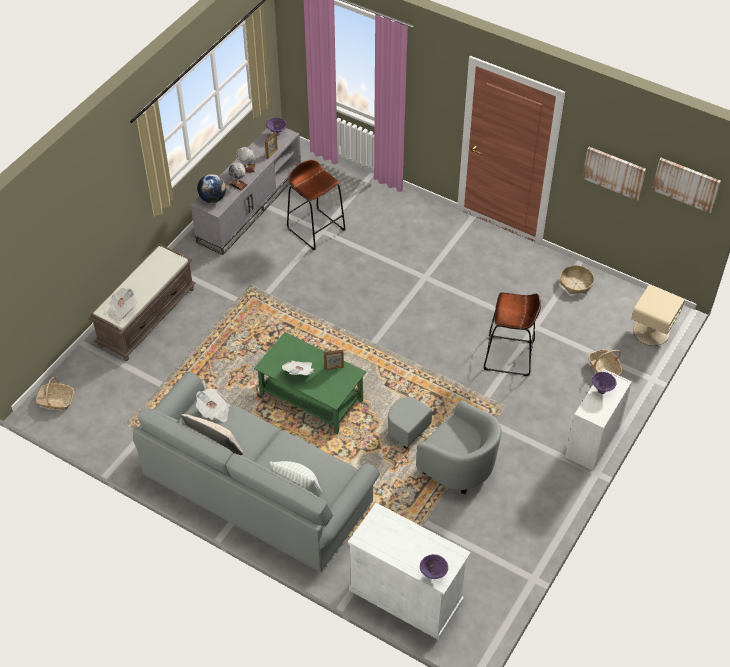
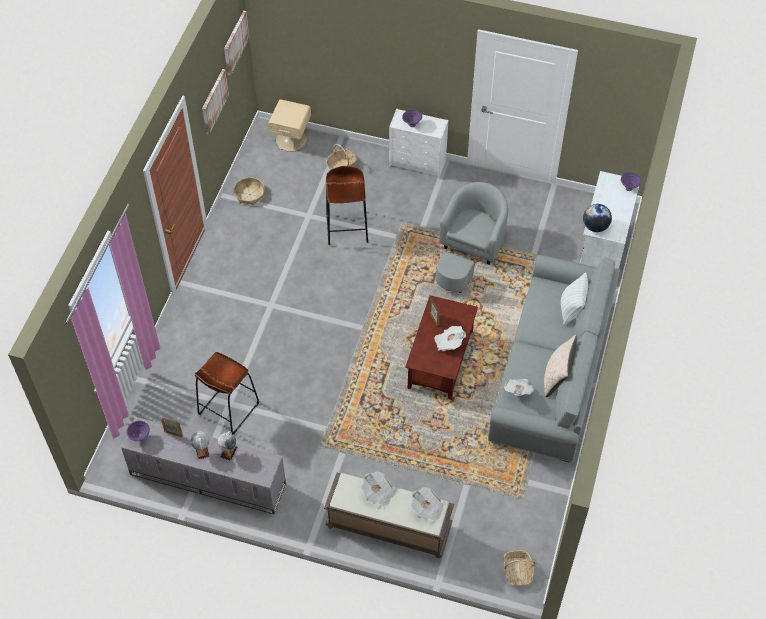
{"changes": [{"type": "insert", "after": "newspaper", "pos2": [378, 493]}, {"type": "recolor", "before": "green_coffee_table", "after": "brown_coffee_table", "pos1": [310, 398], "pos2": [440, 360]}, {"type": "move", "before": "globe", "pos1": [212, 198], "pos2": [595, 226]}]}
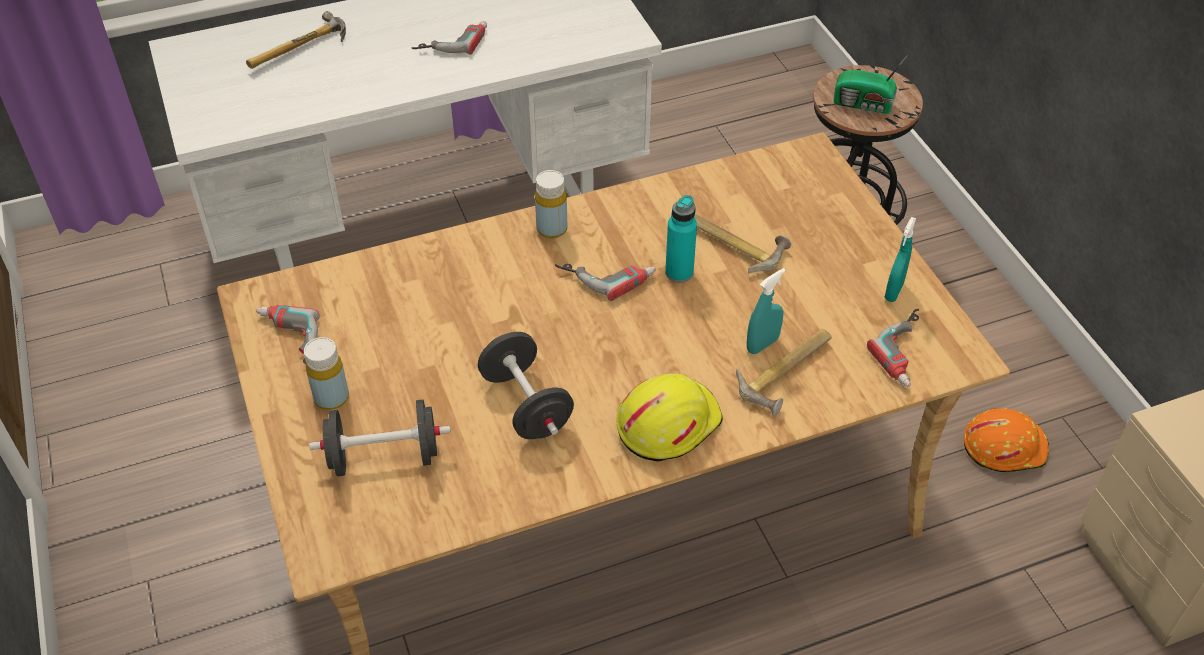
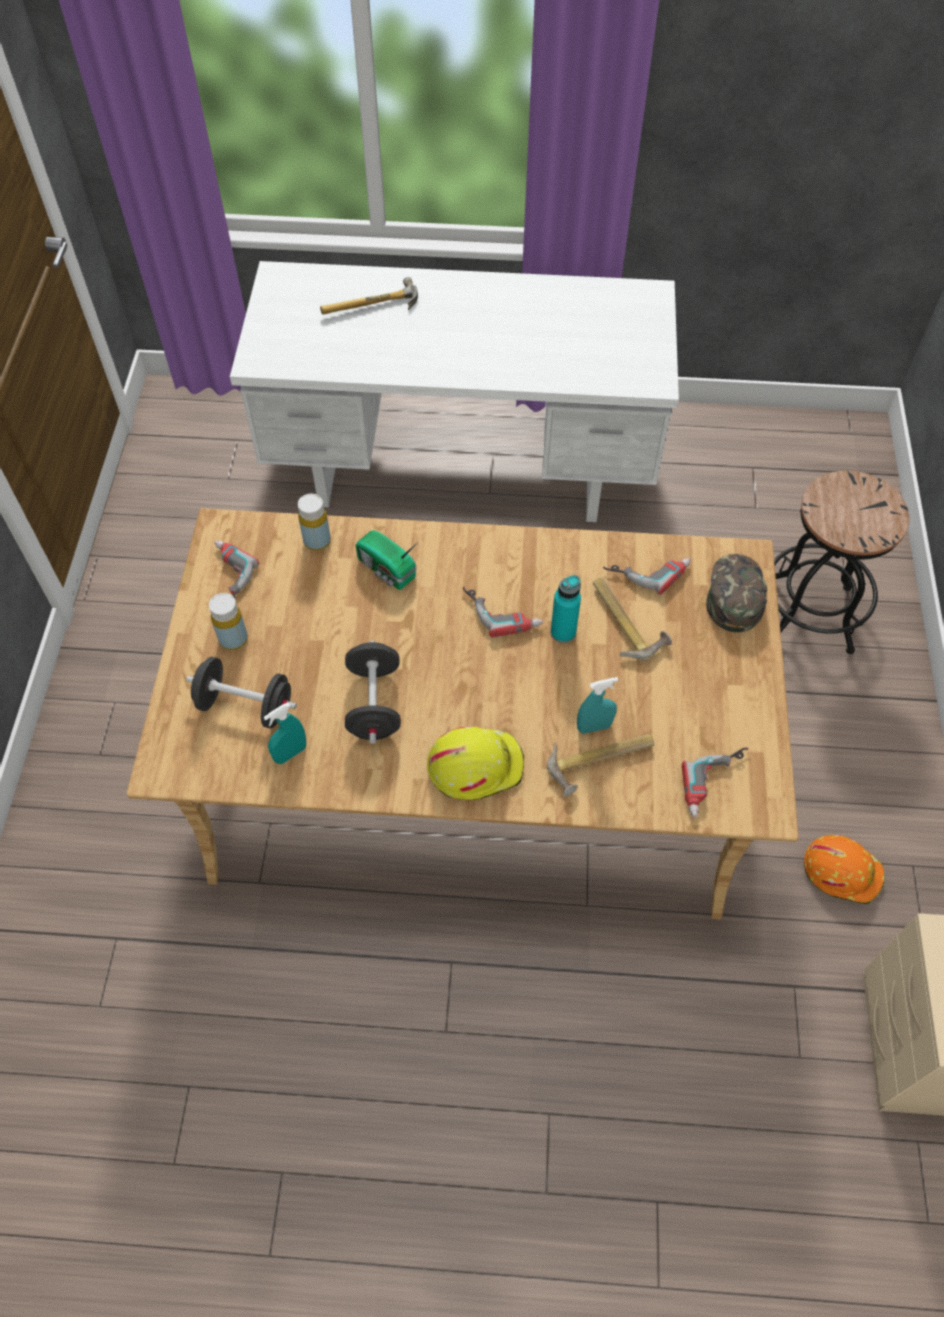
{"changes": [{"type": "move", "before": "turquoise_spray_bottle", "pos1": [893, 291], "pos2": [290, 753]}, {"type": "move", "before": "yellow_bottle", "pos1": [552, 229], "pos2": [317, 541]}, {"type": "move", "before": "radio", "pos1": [864, 104], "pos2": [387, 570]}, {"type": "move", "before": "power_drill", "pos1": [451, 40], "pos2": [647, 568]}, {"type": "insert", "after": "green_cap", "pos2": [734, 594]}]}
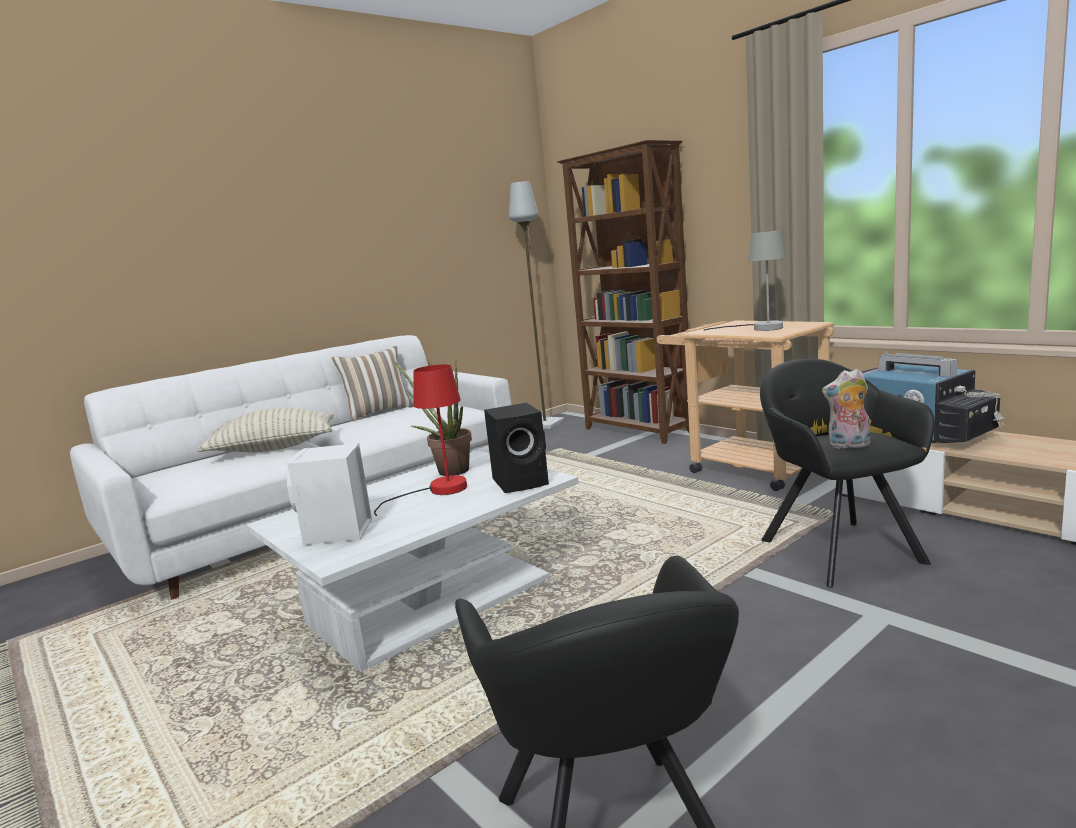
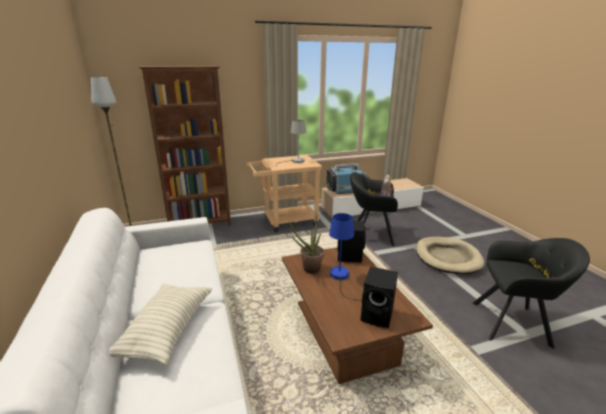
{"changes": [{"type": "recolor", "before": "white_coffee_table", "after": "brown_coffee_table", "pos1": [431, 601], "pos2": [343, 331]}, {"type": "recolor", "before": "red_table_lamp", "after": "blue_table_lamp", "pos1": [437, 491], "pos2": [340, 278]}, {"type": "recolor", "before": "white_speaker", "after": "black_speaker", "pos1": [337, 533], "pos2": [378, 315]}, {"type": "insert", "after": "beige_dog_bed", "pos2": [447, 257]}, {"type": "delete", "before": "pillow", "pos1": [378, 412]}]}
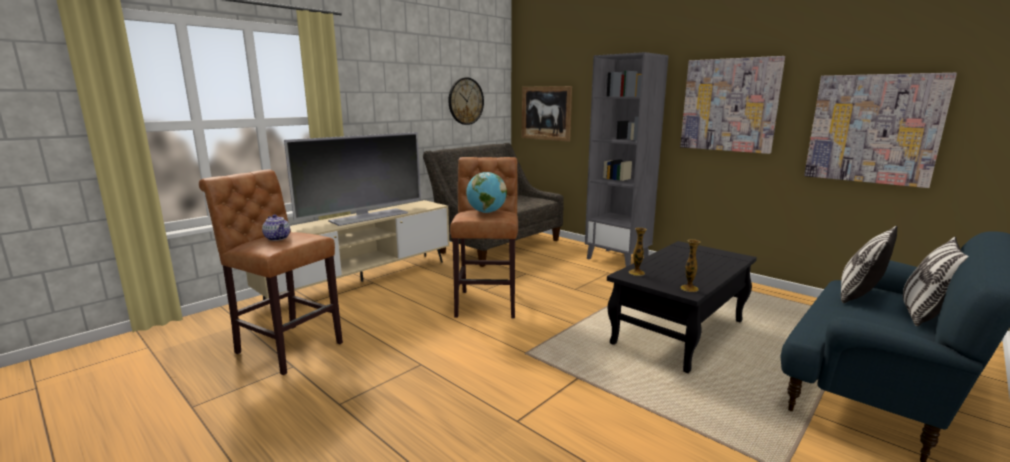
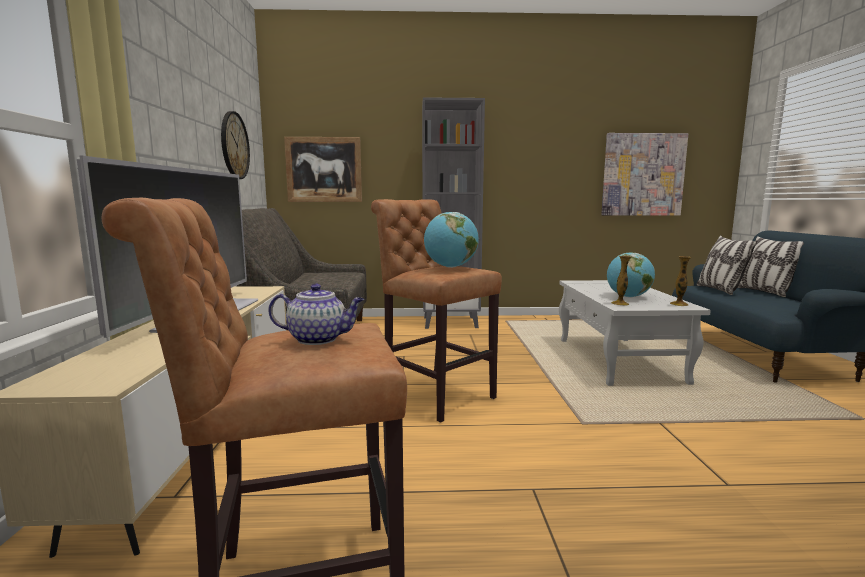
{"changes": [{"type": "recolor", "before": "black_coffee_table", "after": "white_coffee_table", "pos1": [678, 332], "pos2": [618, 360]}, {"type": "insert", "after": "globe", "pos2": [628, 297]}, {"type": "delete", "before": "picture", "pos1": [729, 105]}]}
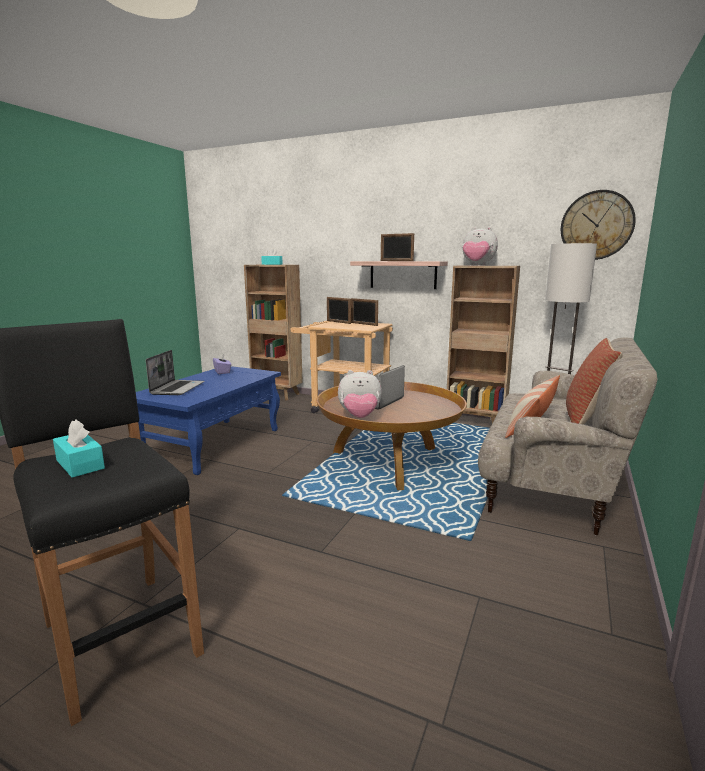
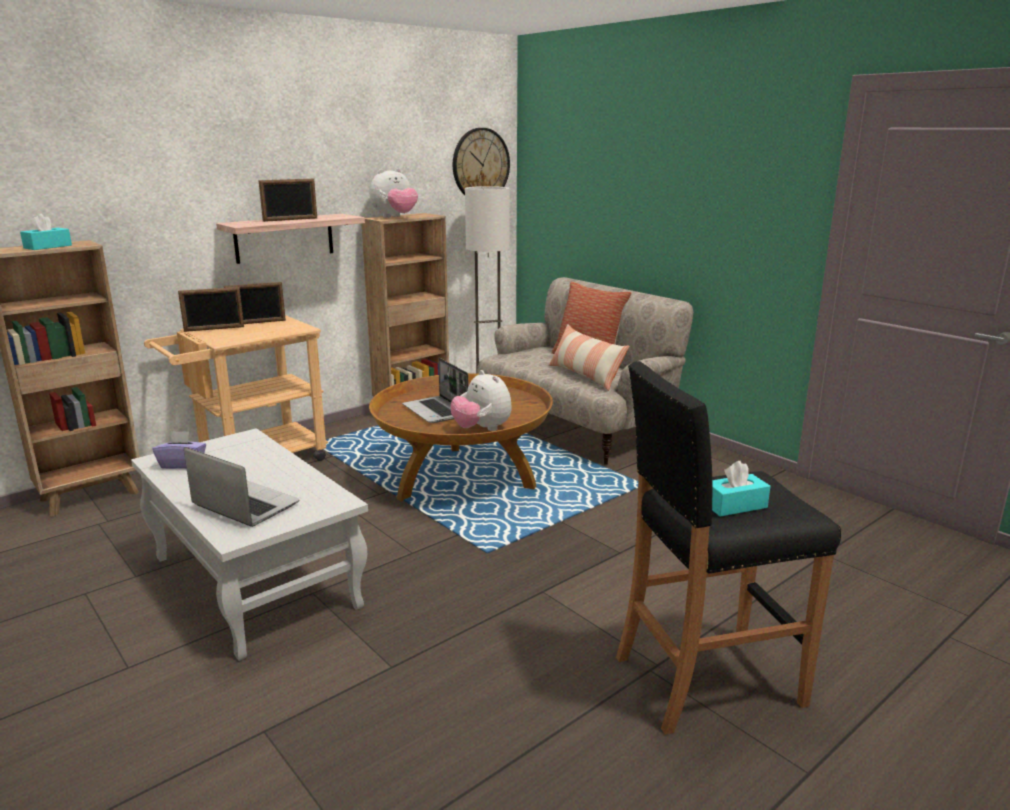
{"changes": [{"type": "recolor", "before": "blue_coffee_table", "after": "white_coffee_table", "pos1": [214, 444], "pos2": [254, 581]}, {"type": "rotate", "before": "plush_toy", "pos1": [359, 417], "pos2": [482, 429], "turn": 120}]}
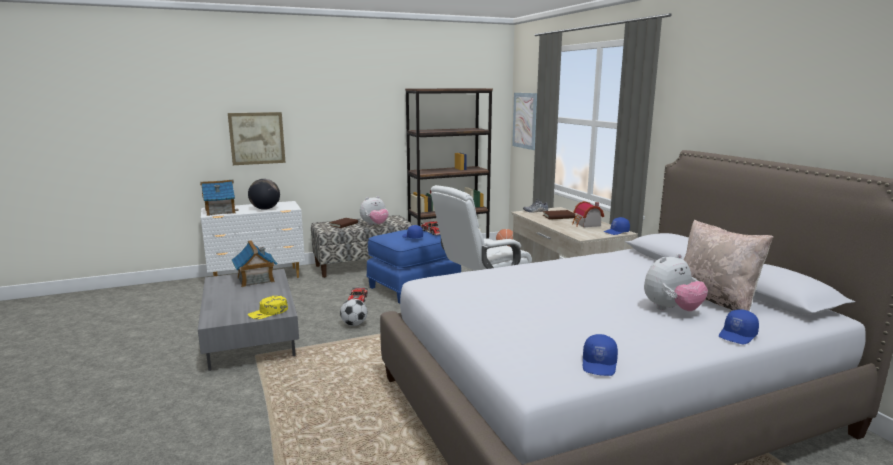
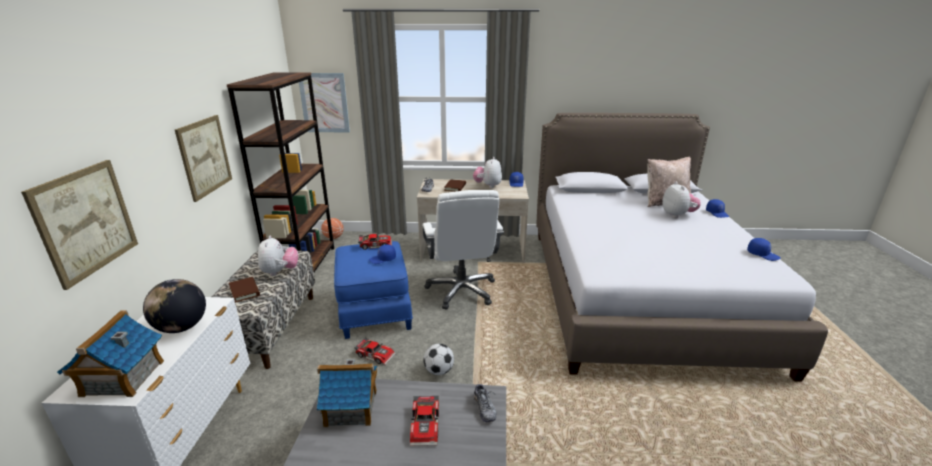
{"changes": [{"type": "insert", "after": "picture", "pos2": [205, 156]}, {"type": "insert", "after": "toy_car", "pos2": [427, 425]}, {"type": "replace", "before": "toy_house", "after": "plush_toy", "pos1": [586, 224], "pos2": [488, 186]}, {"type": "replace", "before": "yellow_cap", "after": "shoe", "pos1": [268, 312], "pos2": [484, 408]}]}
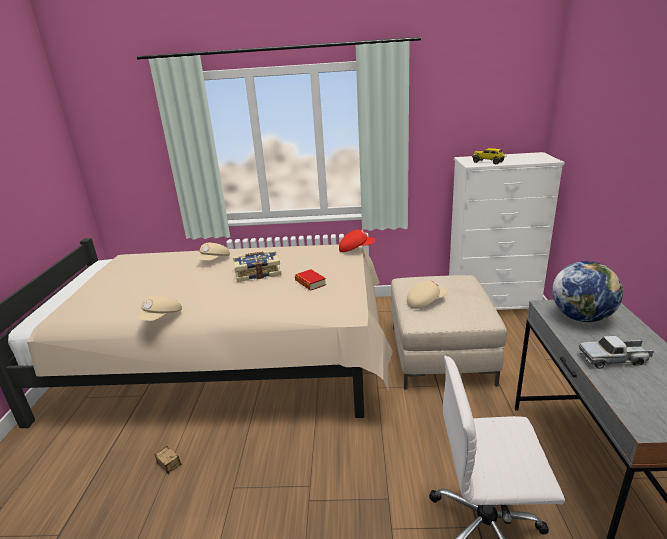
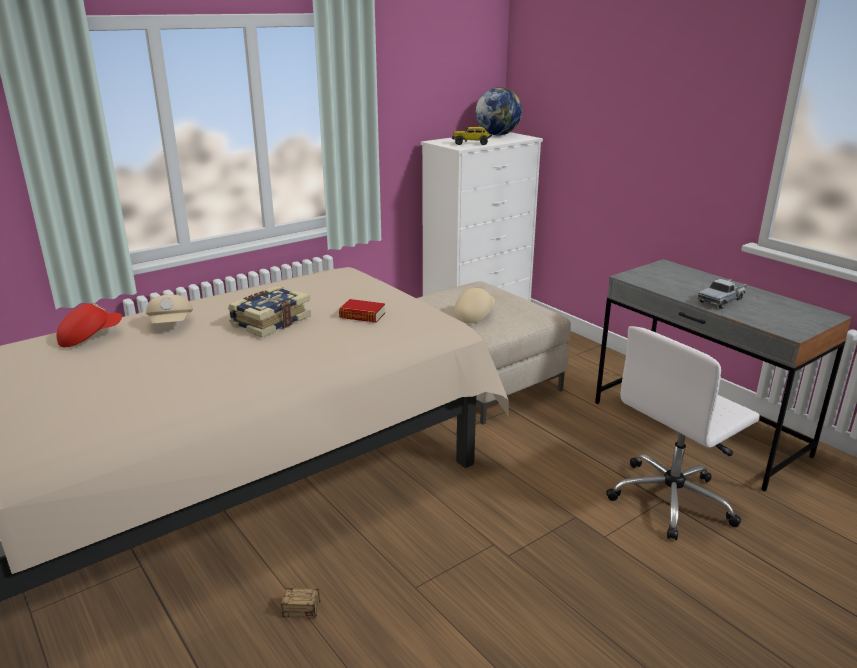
{"changes": [{"type": "move", "before": "red_cap", "pos1": [356, 249], "pos2": [90, 337]}, {"type": "move", "before": "globe", "pos1": [581, 317], "pos2": [497, 135]}, {"type": "delete", "before": "beige_cap", "pos1": [161, 318]}]}
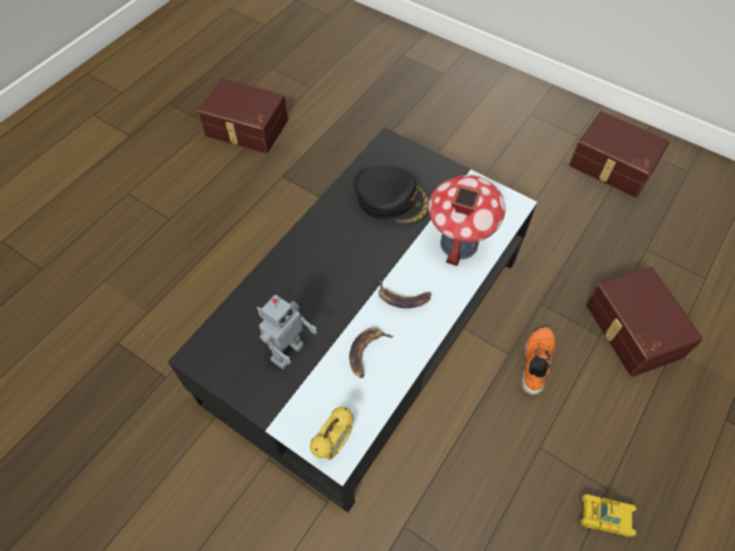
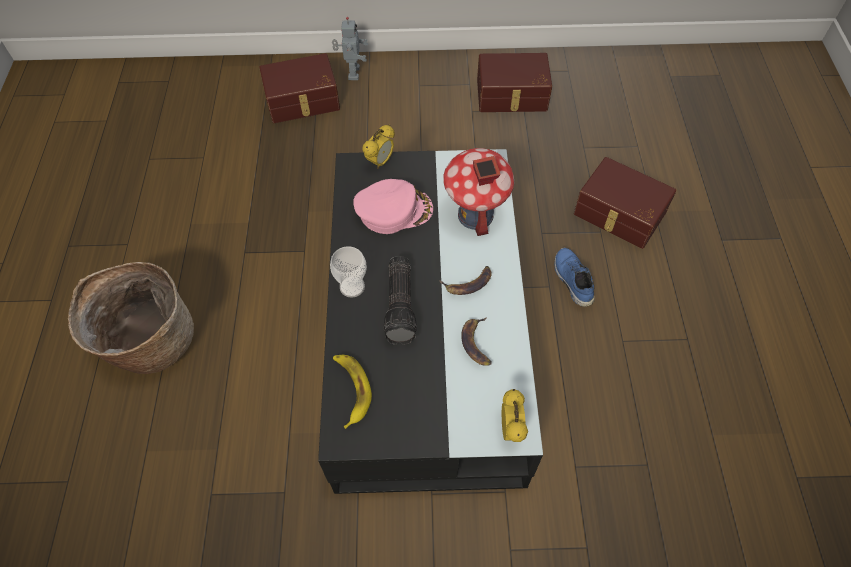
{"changes": [{"type": "insert", "after": "basket", "pos2": [150, 343]}, {"type": "move", "before": "brown_storage_box", "pos1": [246, 129], "pos2": [303, 101]}, {"type": "insert", "after": "cup", "pos2": [352, 286]}, {"type": "move", "before": "toy_robot", "pos1": [286, 351], "pos2": [352, 73]}, {"type": "insert", "after": "banana", "pos2": [350, 389]}, {"type": "recolor", "before": "black_cap", "after": "pink_cap", "pos1": [392, 199], "pos2": [394, 210]}, {"type": "insert", "after": "alarm_clock", "pos2": [380, 162]}, {"type": "insert", "after": "flashlight", "pos2": [402, 306]}, {"type": "recolor", "before": "orange_shoe", "after": "blue_shoe", "pos1": [535, 362], "pos2": [572, 280]}, {"type": "delete", "before": "toy_car", "pos1": [605, 517]}]}
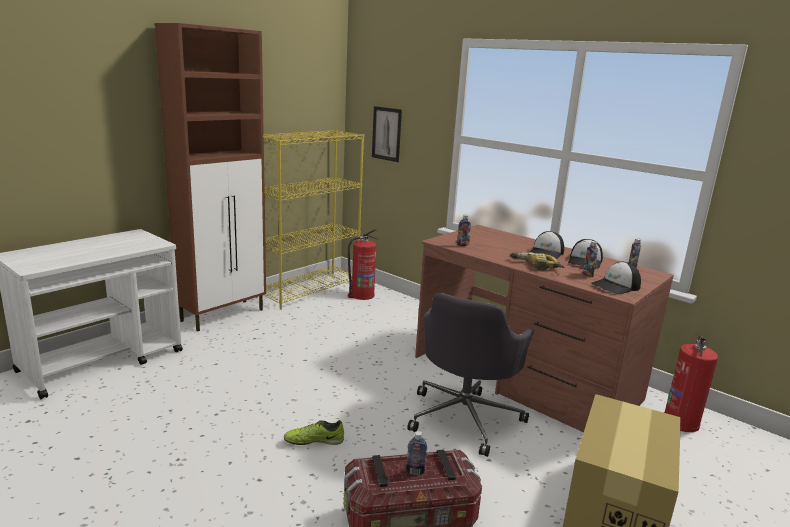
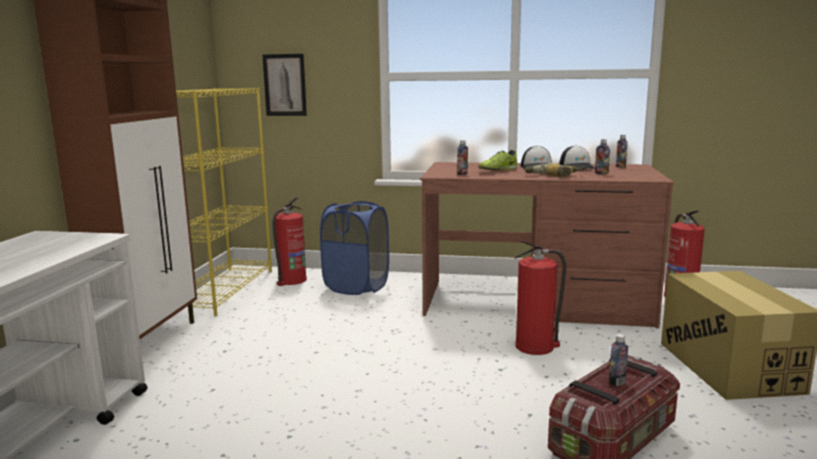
{"changes": [{"type": "insert", "after": "blue_laundry_basket", "pos2": [357, 286]}, {"type": "move", "before": "shoe", "pos1": [314, 441], "pos2": [497, 170]}, {"type": "replace", "before": "grey_office_chair", "after": "fire_extinguisher", "pos1": [465, 417], "pos2": [536, 347]}, {"type": "delete", "before": "cap", "pos1": [616, 286]}]}
